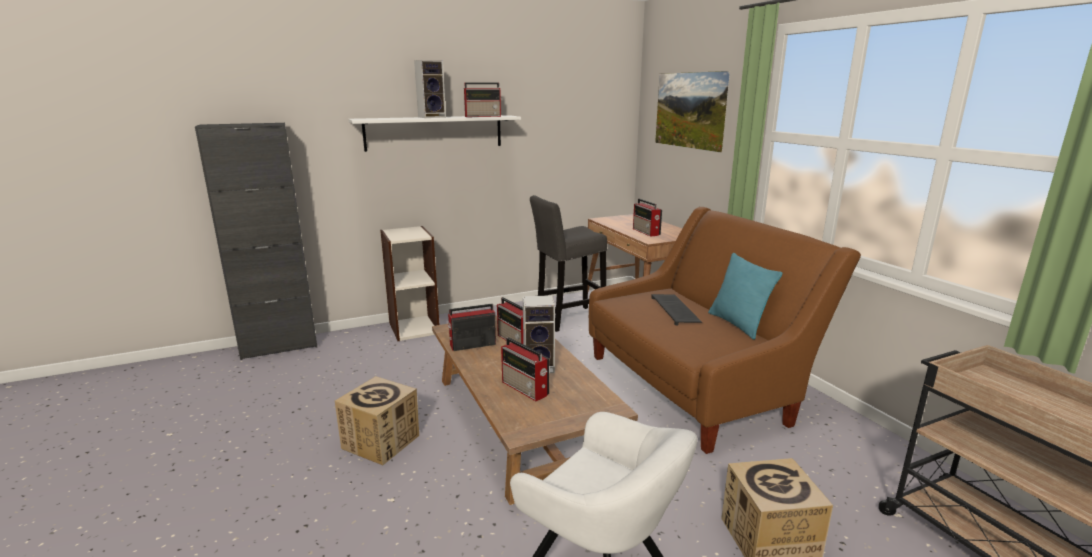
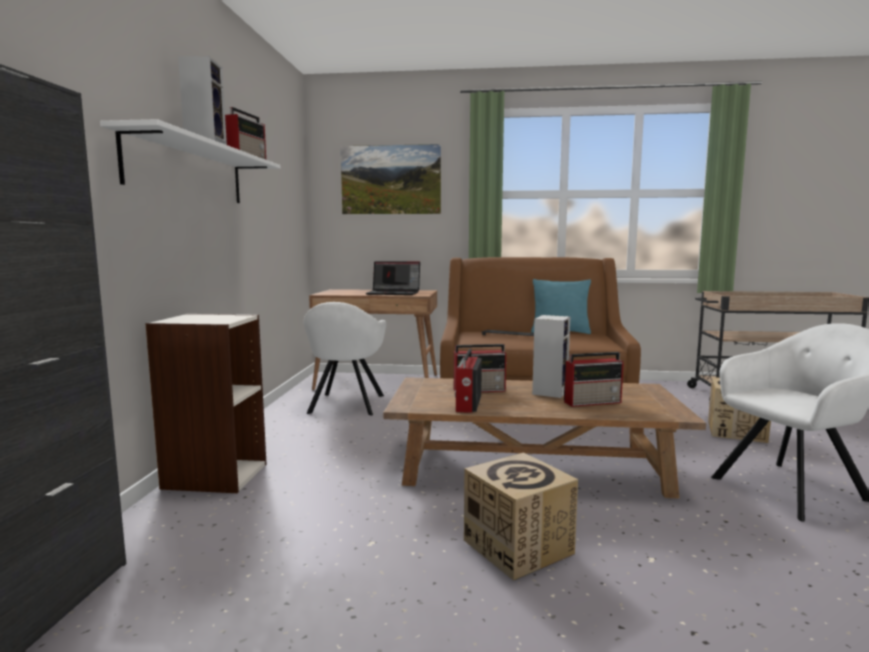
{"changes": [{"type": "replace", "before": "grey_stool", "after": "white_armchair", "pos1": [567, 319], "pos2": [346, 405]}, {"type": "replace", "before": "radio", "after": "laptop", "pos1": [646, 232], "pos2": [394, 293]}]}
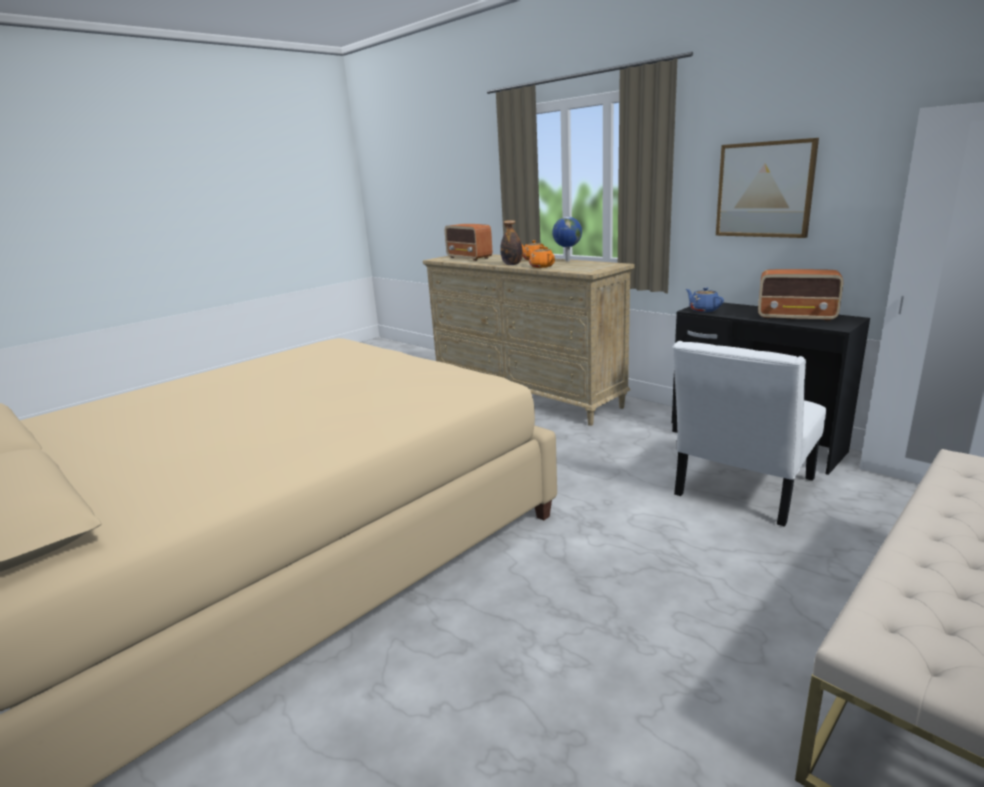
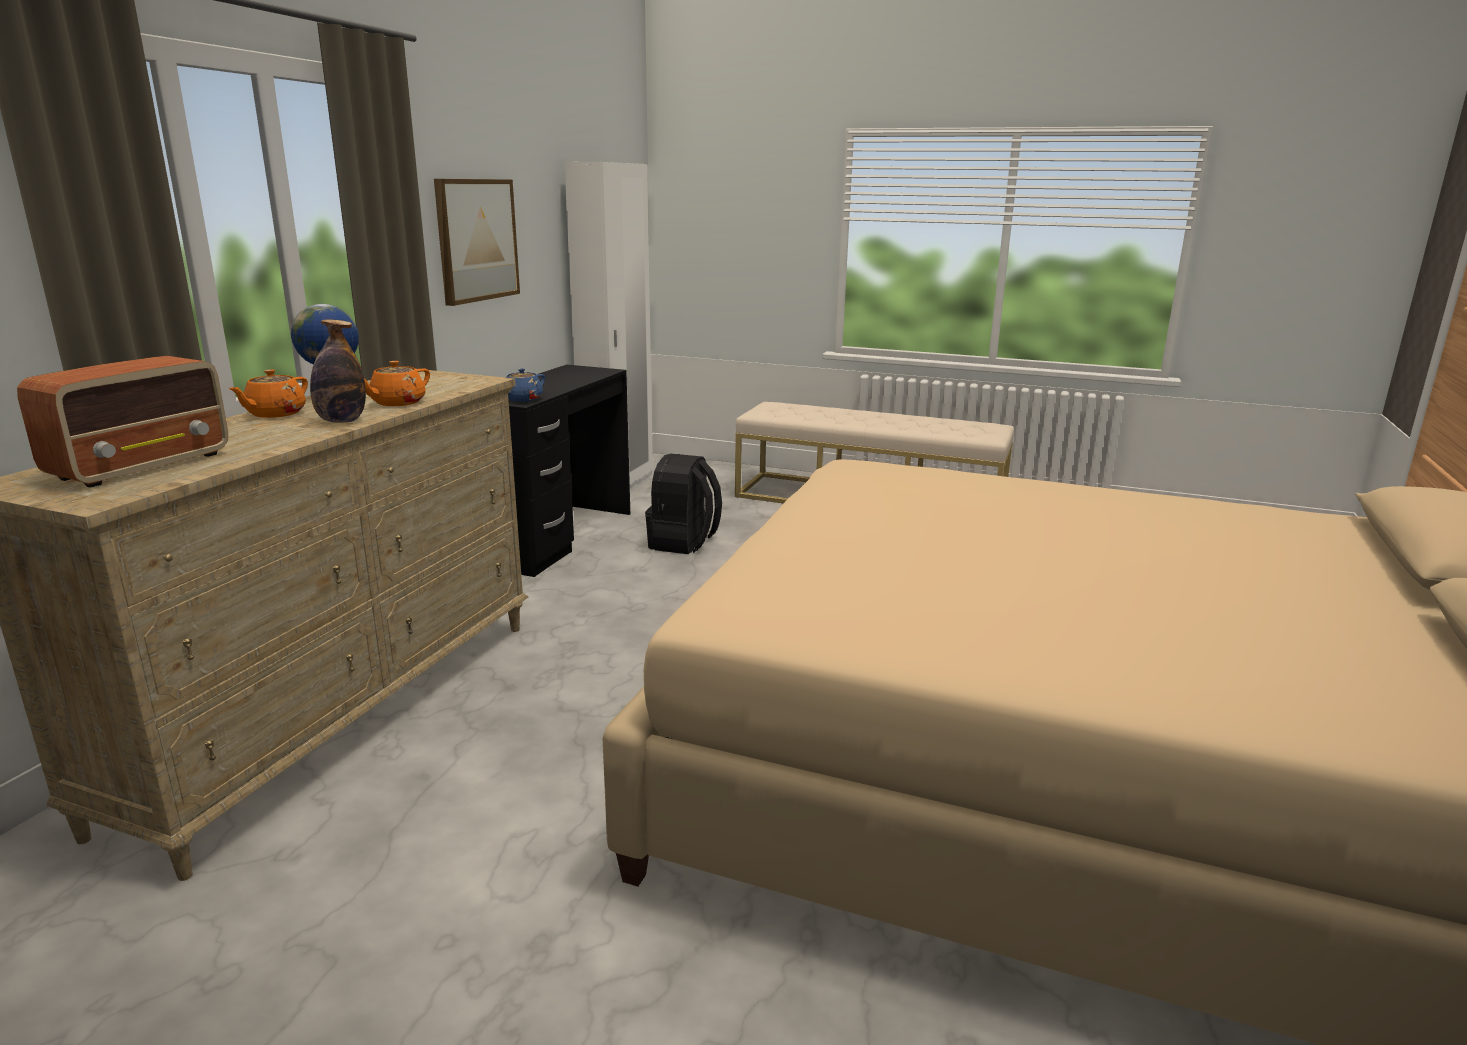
{"changes": [{"type": "replace", "before": "white_chair", "after": "black_backpack", "pos1": [741, 490], "pos2": [683, 543]}, {"type": "delete", "before": "radio", "pos1": [797, 317]}]}
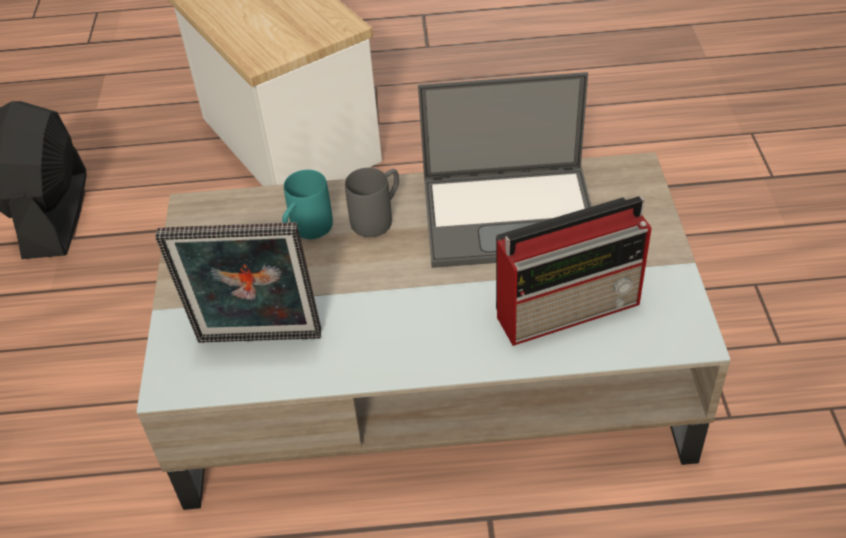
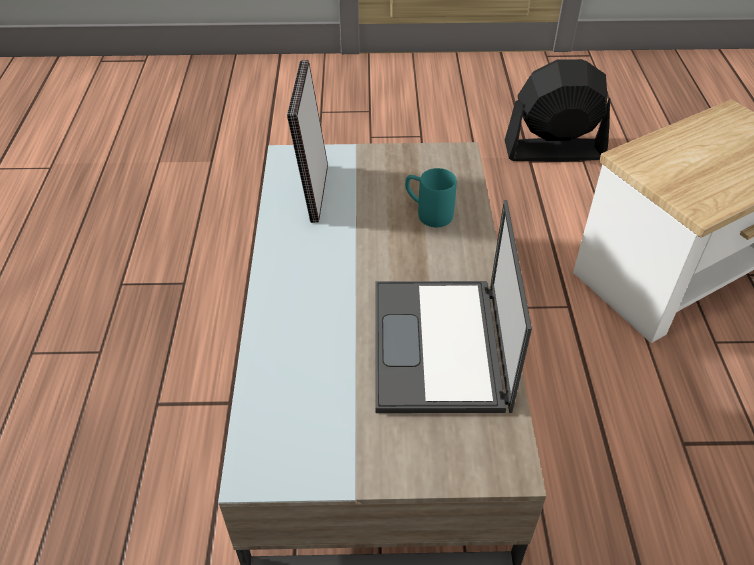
{"changes": [{"type": "delete", "before": "grey_mug", "pos1": [378, 217]}, {"type": "delete", "before": "radio", "pos1": [570, 308]}]}
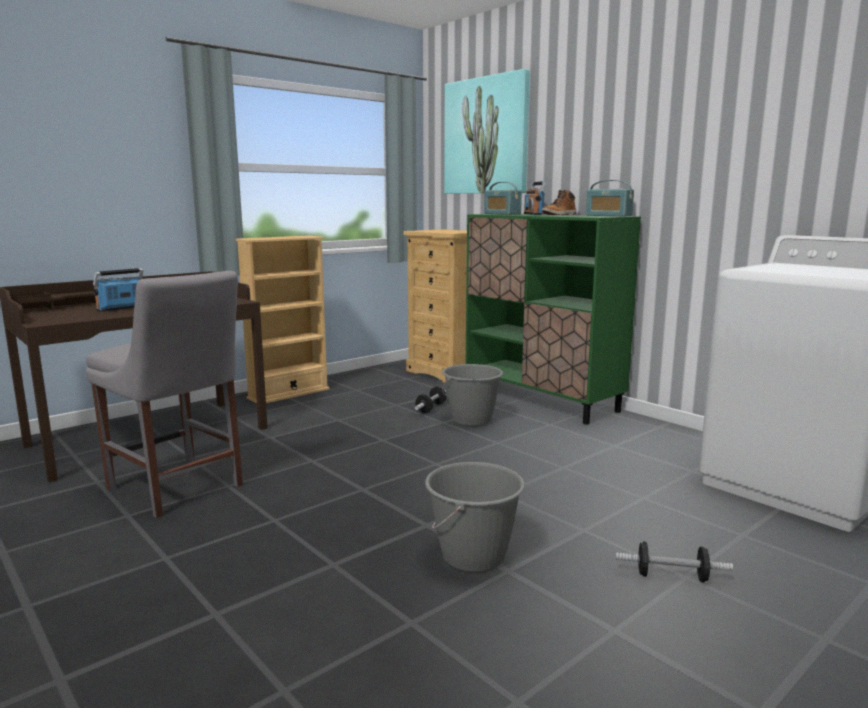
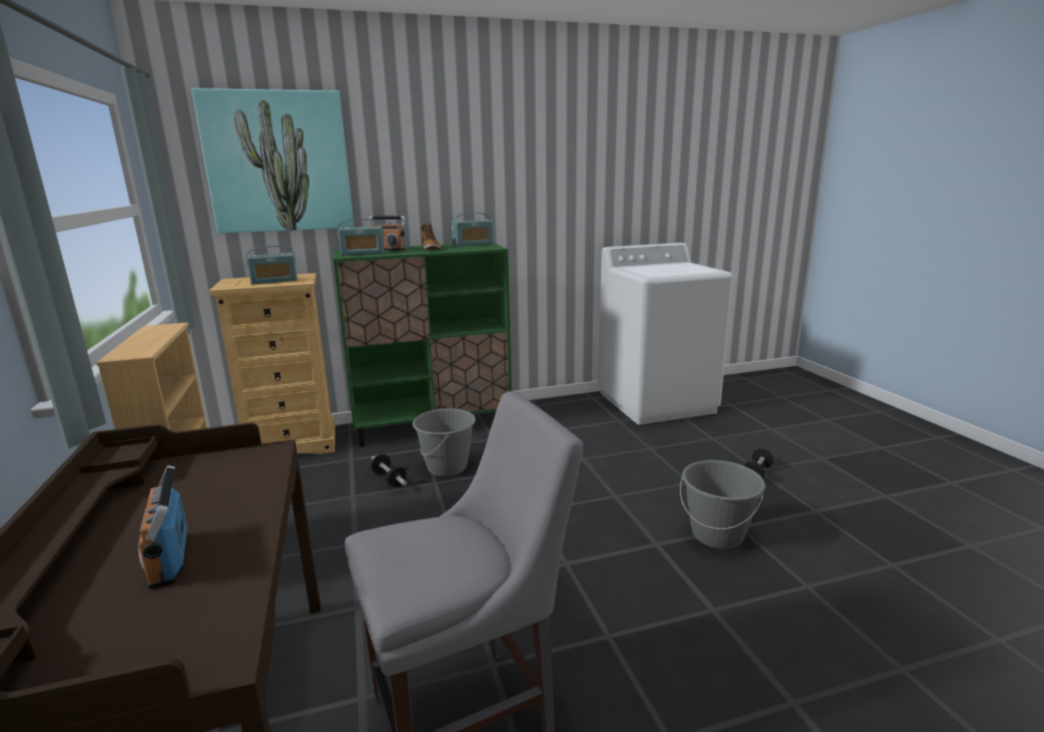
{"changes": [{"type": "insert", "after": "radio", "pos2": [274, 281]}]}
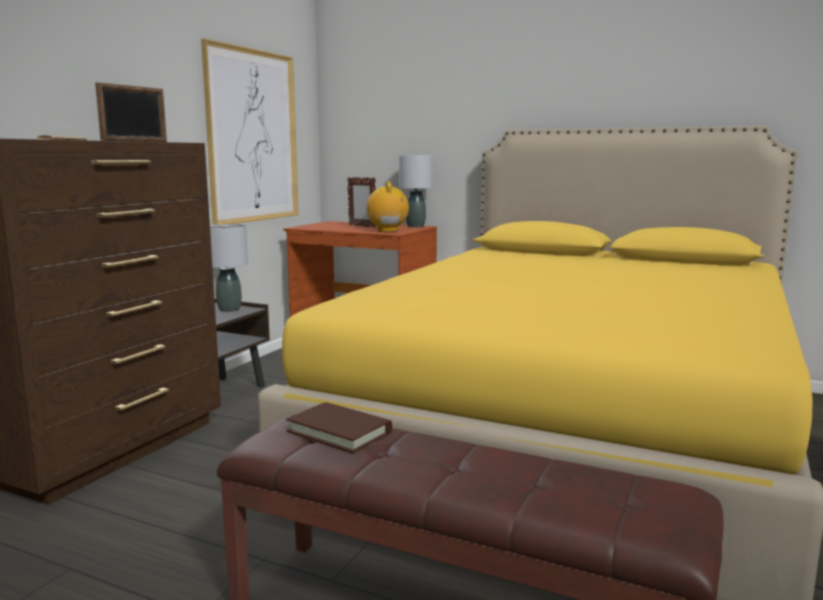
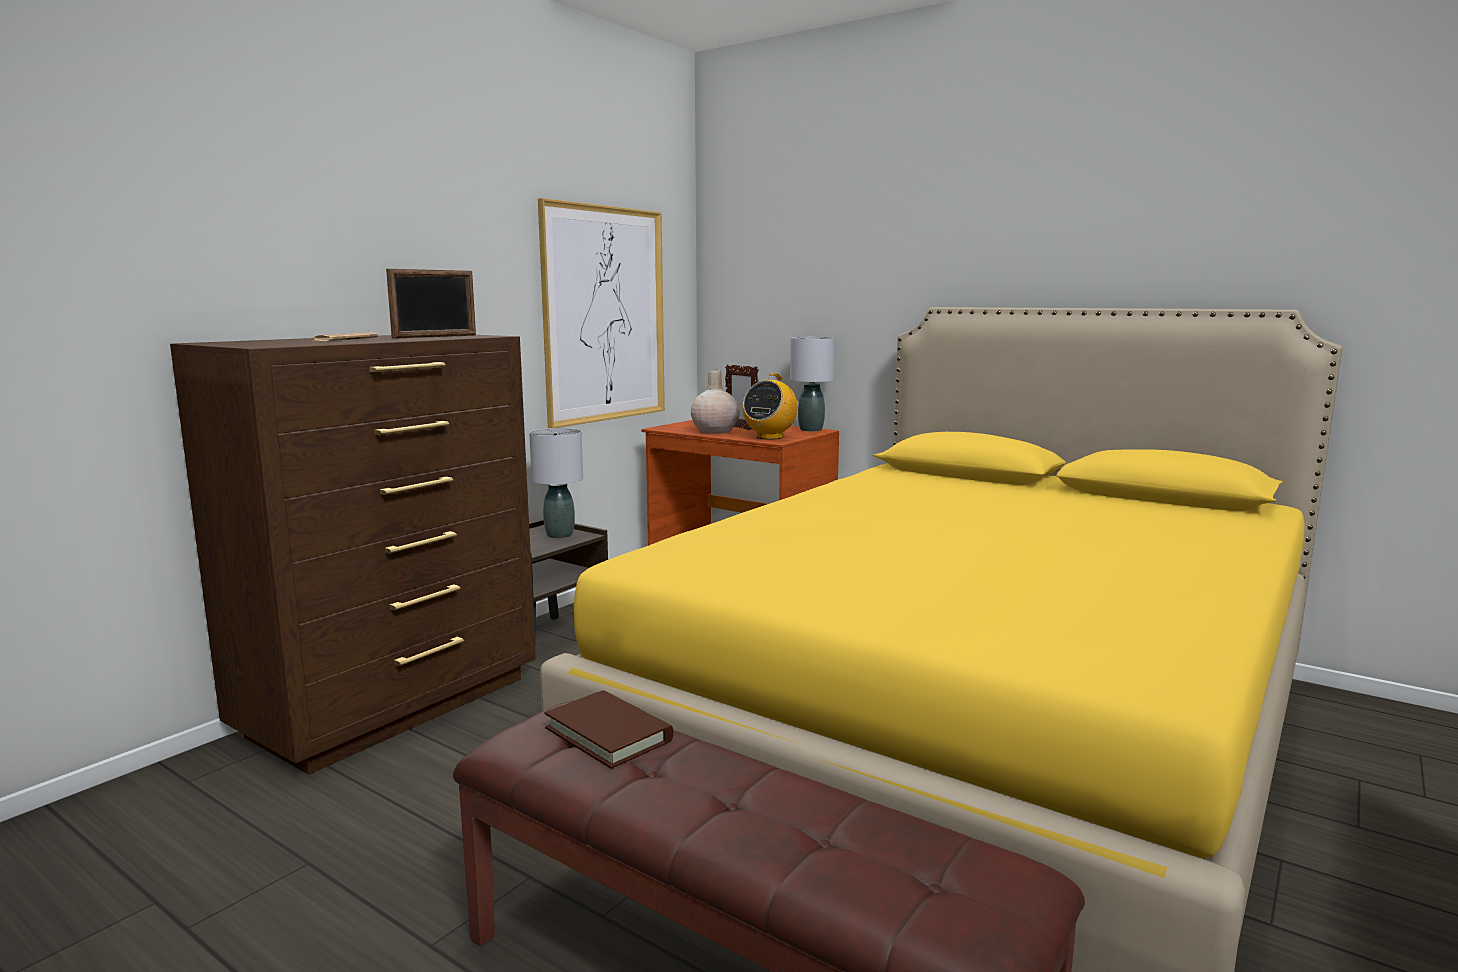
{"changes": [{"type": "insert", "after": "beige_vase", "pos2": [714, 431]}, {"type": "rotate", "before": "radio", "pos1": [388, 231], "pos2": [769, 437], "turn": -150}]}
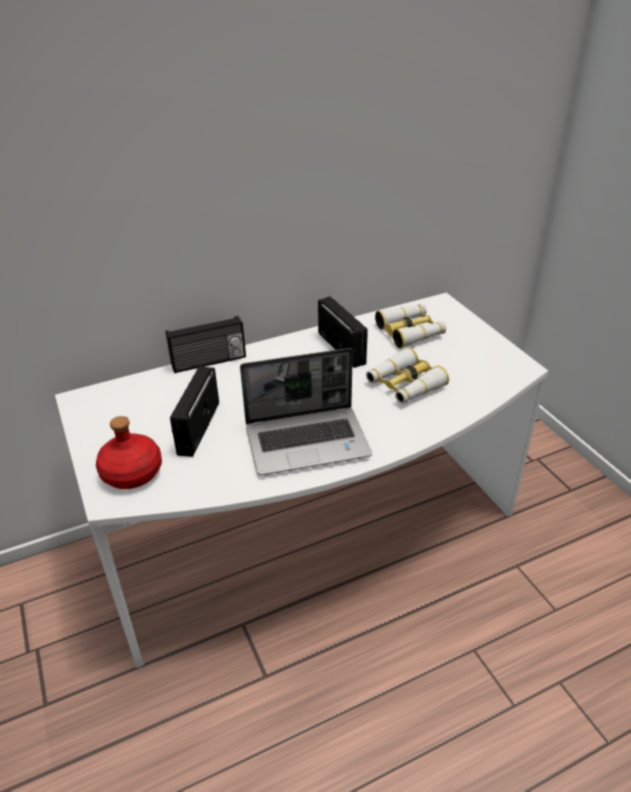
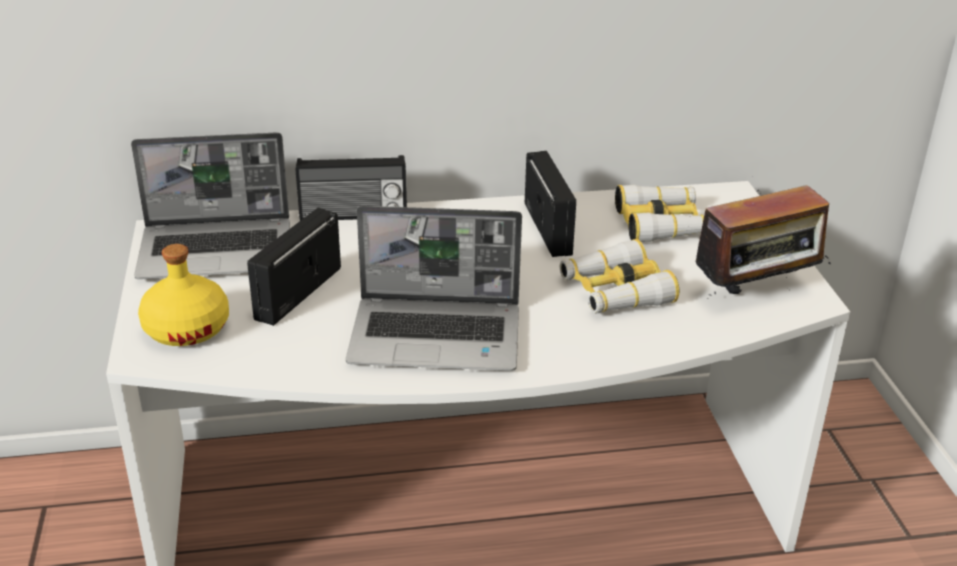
{"changes": [{"type": "insert", "after": "laptop", "pos2": [218, 251]}, {"type": "recolor", "before": "red_bottle", "after": "yellow_bottle", "pos1": [131, 472], "pos2": [186, 328]}, {"type": "insert", "after": "radio", "pos2": [756, 295]}]}
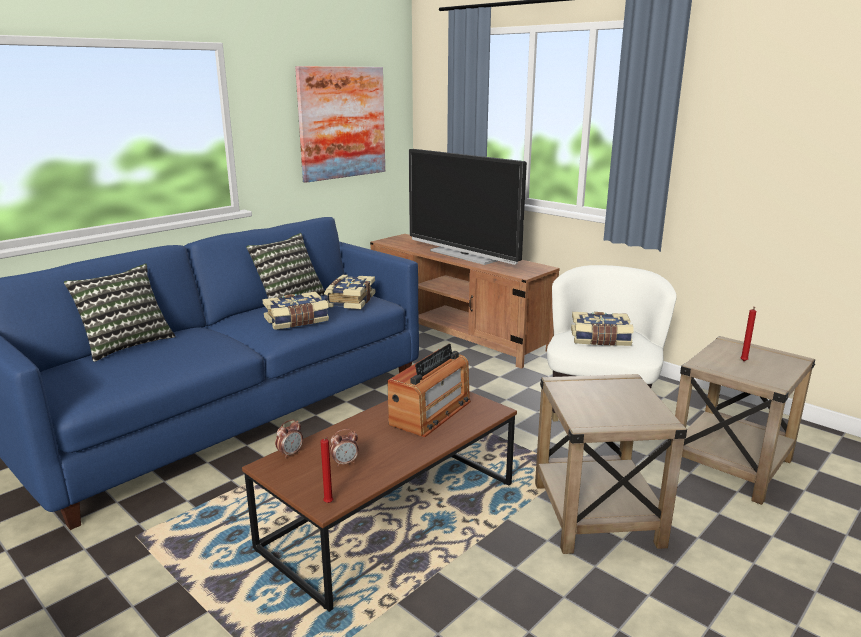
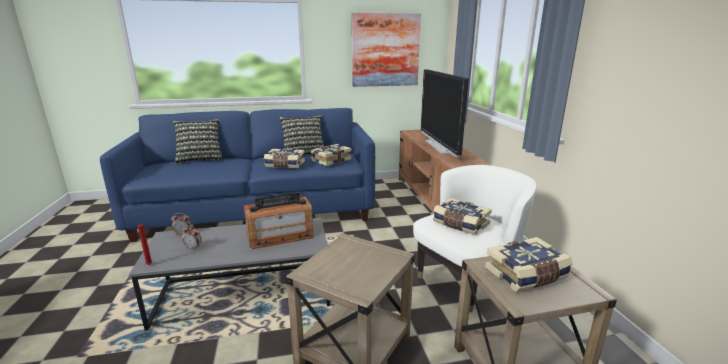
{"changes": [{"type": "recolor", "before": "brown_coffee_table", "after": "grey_coffee_table", "pos1": [392, 516], "pos2": [245, 294]}, {"type": "replace", "before": "red_candle", "after": "book", "pos1": [743, 361], "pos2": [527, 275]}]}
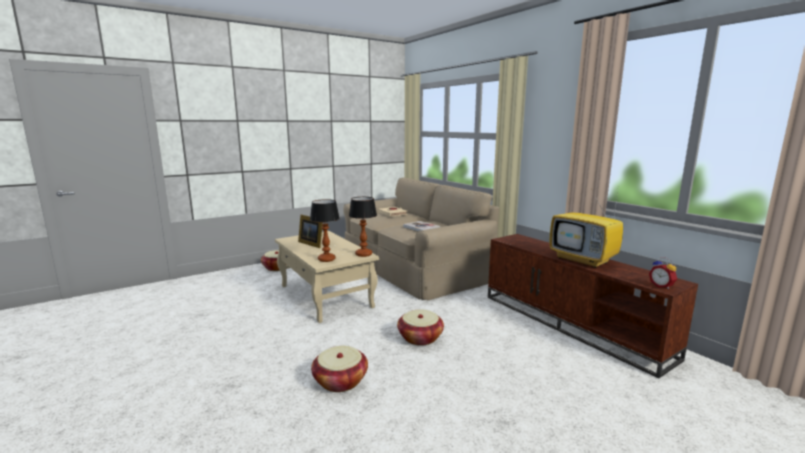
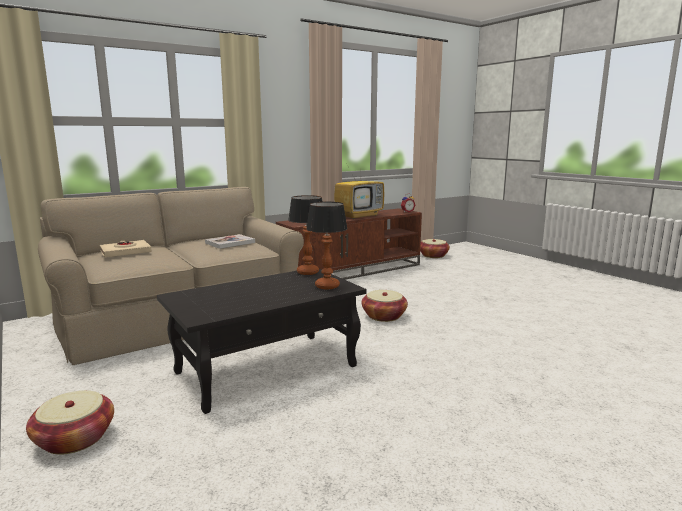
{"changes": [{"type": "recolor", "before": "beige_coffee_table", "after": "black_coffee_table", "pos1": [326, 296], "pos2": [267, 368]}, {"type": "move", "before": "basket", "pos1": [340, 381], "pos2": [433, 256]}, {"type": "delete", "before": "picture_frame", "pos1": [311, 243]}]}
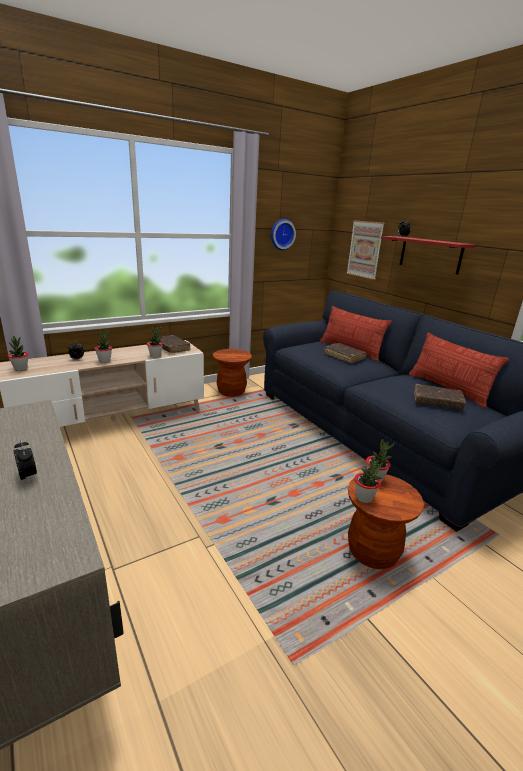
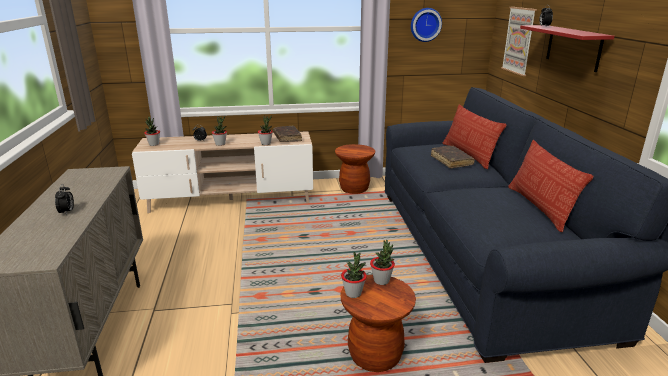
{"changes": [{"type": "delete", "before": "brown_book", "pos1": [437, 401]}]}
